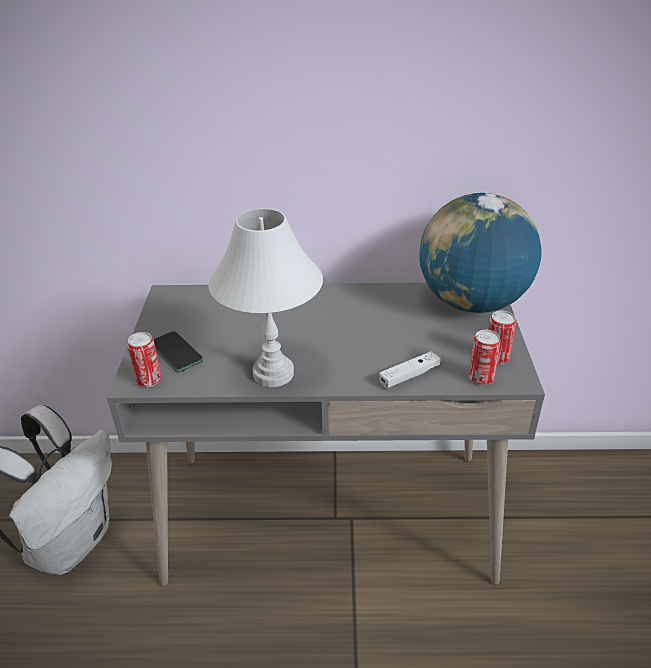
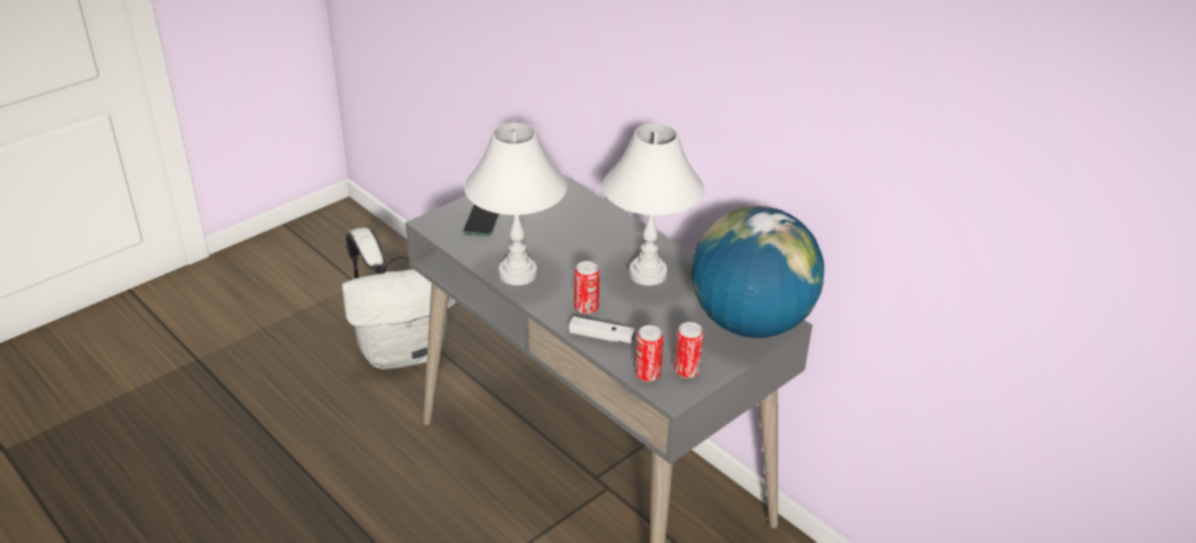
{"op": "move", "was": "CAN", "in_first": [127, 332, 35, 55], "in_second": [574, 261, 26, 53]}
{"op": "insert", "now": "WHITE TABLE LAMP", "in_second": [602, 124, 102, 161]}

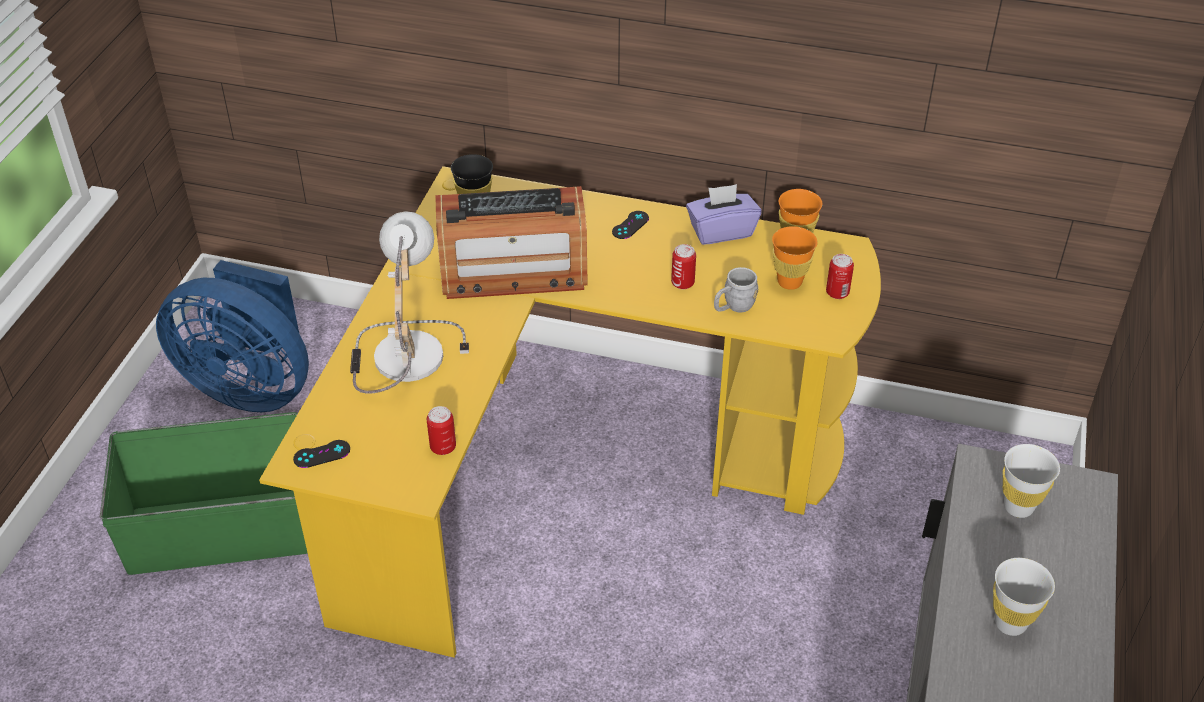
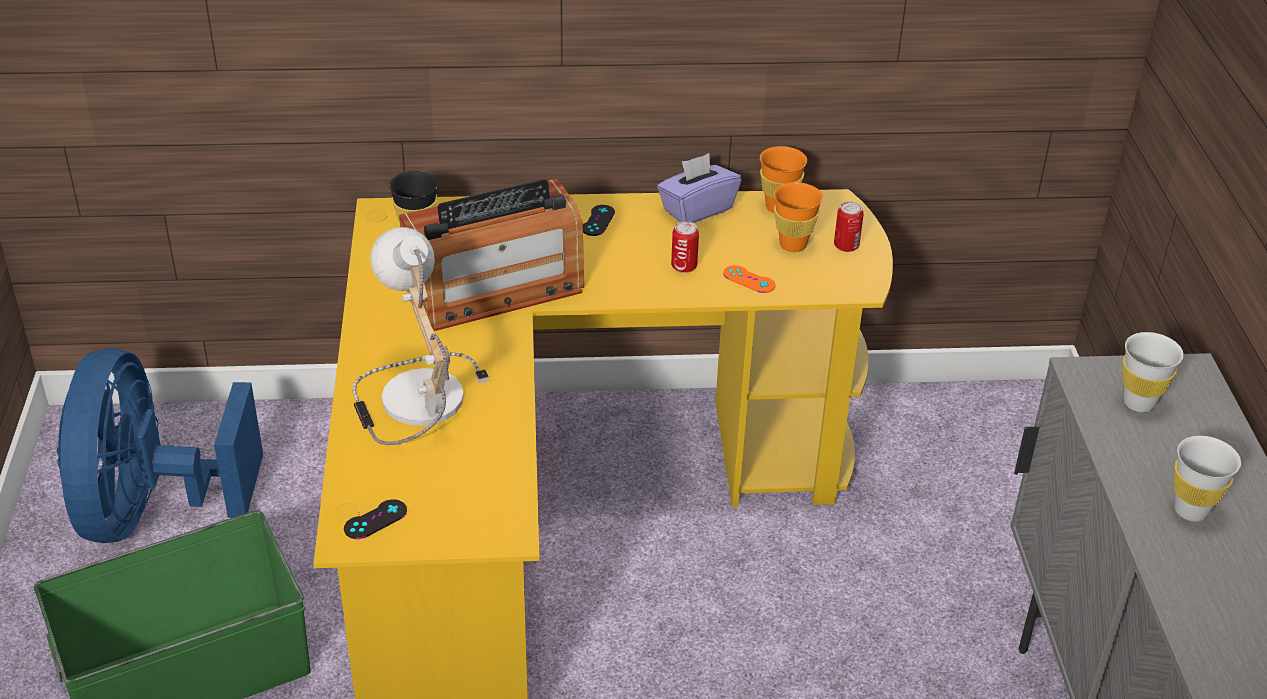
{"op": "rotate", "was": "BLUE FAN", "in_first": [156, 260, 153, 152], "in_second": [57, 348, 206, 195], "clockwise": 90}
{"op": "replace", "was": "GREY MUG", "now": "ORANGE GAME CONTROLLER", "in_first": [714, 267, 44, 45], "in_second": [723, 265, 52, 28]}
{"op": "delete", "was": "CAN", "in_first": [427, 406, 29, 49]}

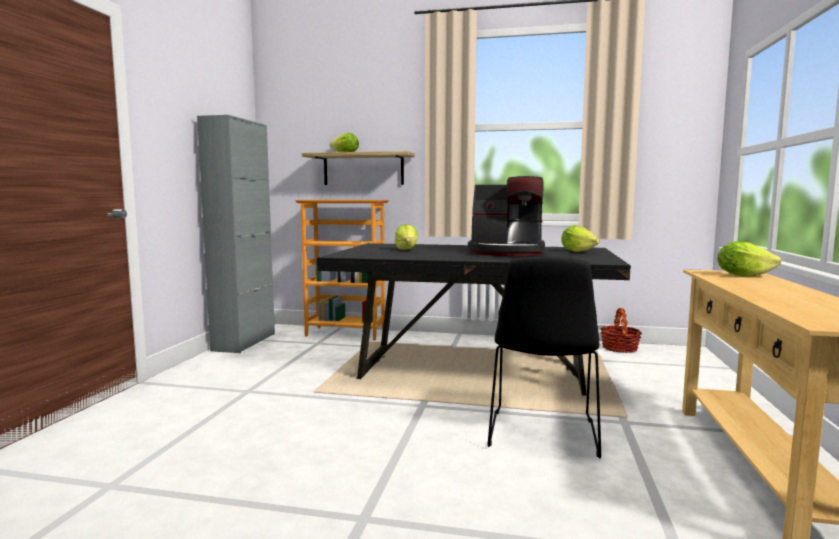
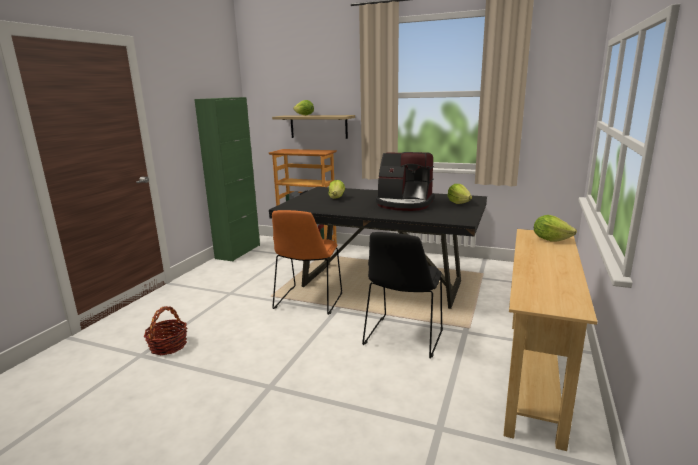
{"op": "recolor", "was": "GREY CABINET", "now": "GREEN CABINET", "in_first": [197, 115, 78, 238], "in_second": [194, 97, 66, 164]}
{"op": "move", "was": "BASKET", "in_first": [600, 308, 42, 45], "in_second": [144, 306, 43, 49]}
{"op": "insert", "now": "ORANGE CHAIR", "in_second": [272, 210, 70, 105]}

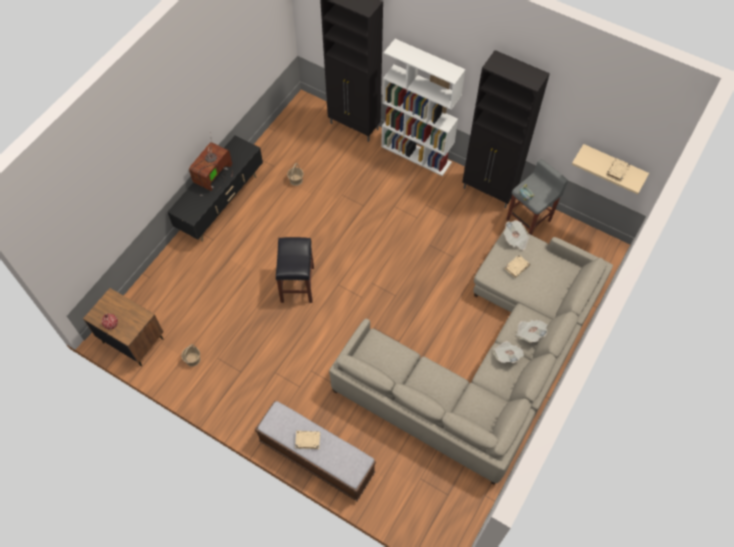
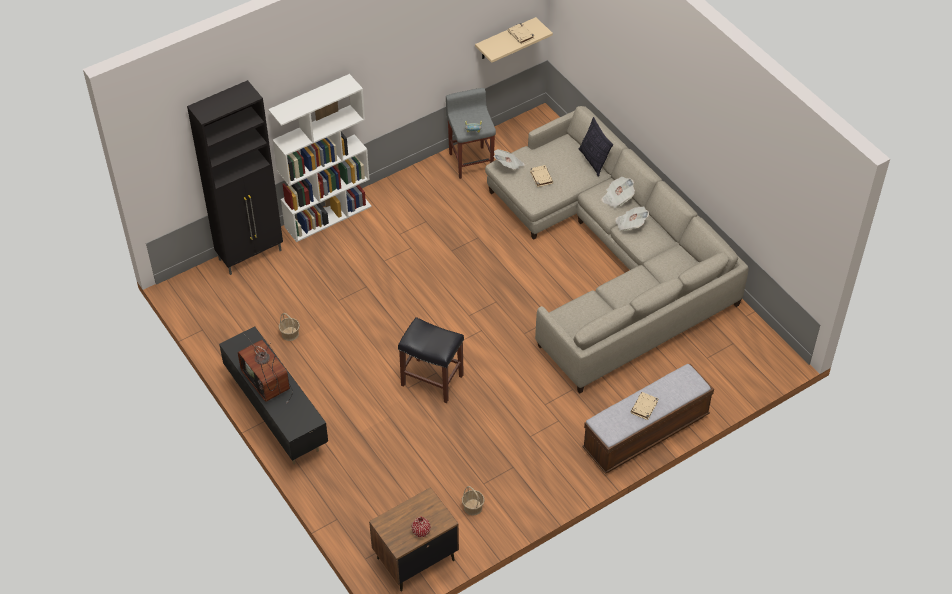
{"op": "delete", "was": "BLACK CABINET", "in_first": [462, 50, 88, 159]}
{"op": "insert", "now": "PILLOW", "in_second": [579, 117, 34, 60]}

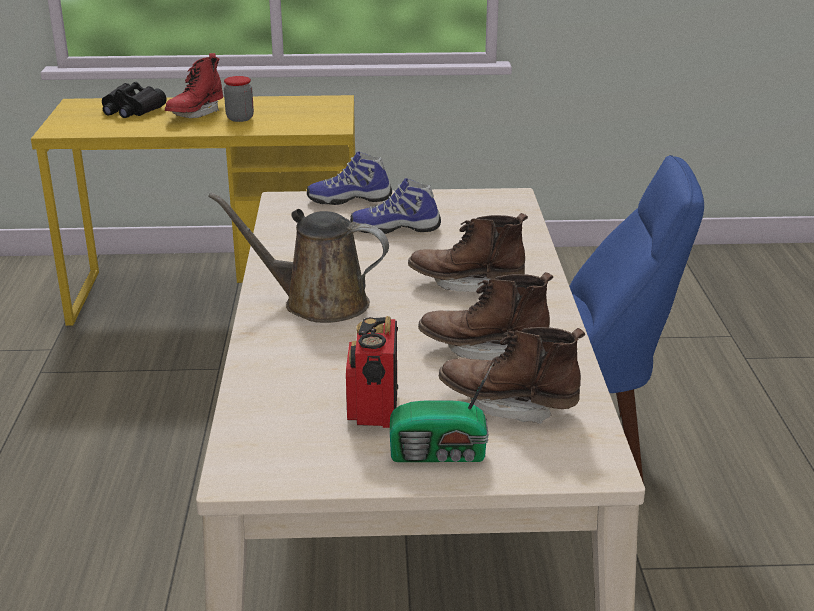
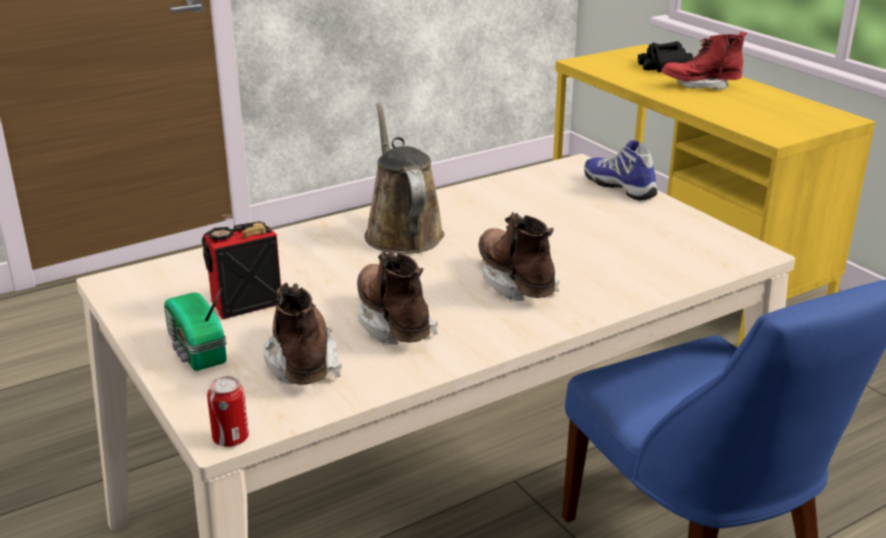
{"op": "delete", "was": "JAR", "in_first": [224, 76, 30, 46]}
{"op": "delete", "was": "SHOE", "in_first": [350, 178, 91, 56]}
{"op": "insert", "now": "CAN", "in_second": [207, 376, 42, 71]}

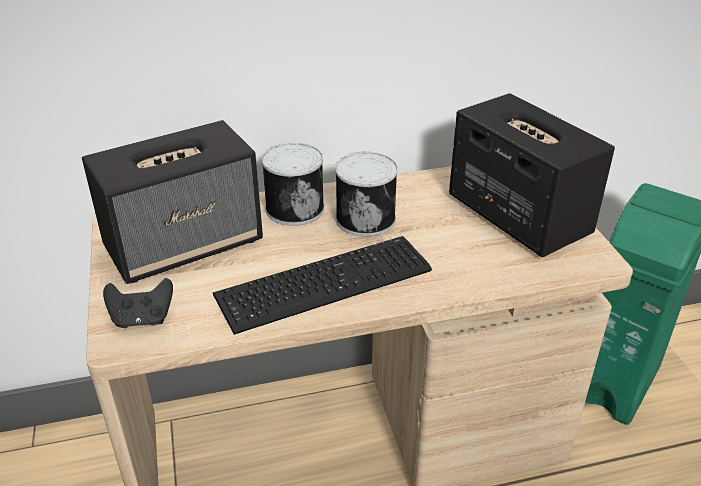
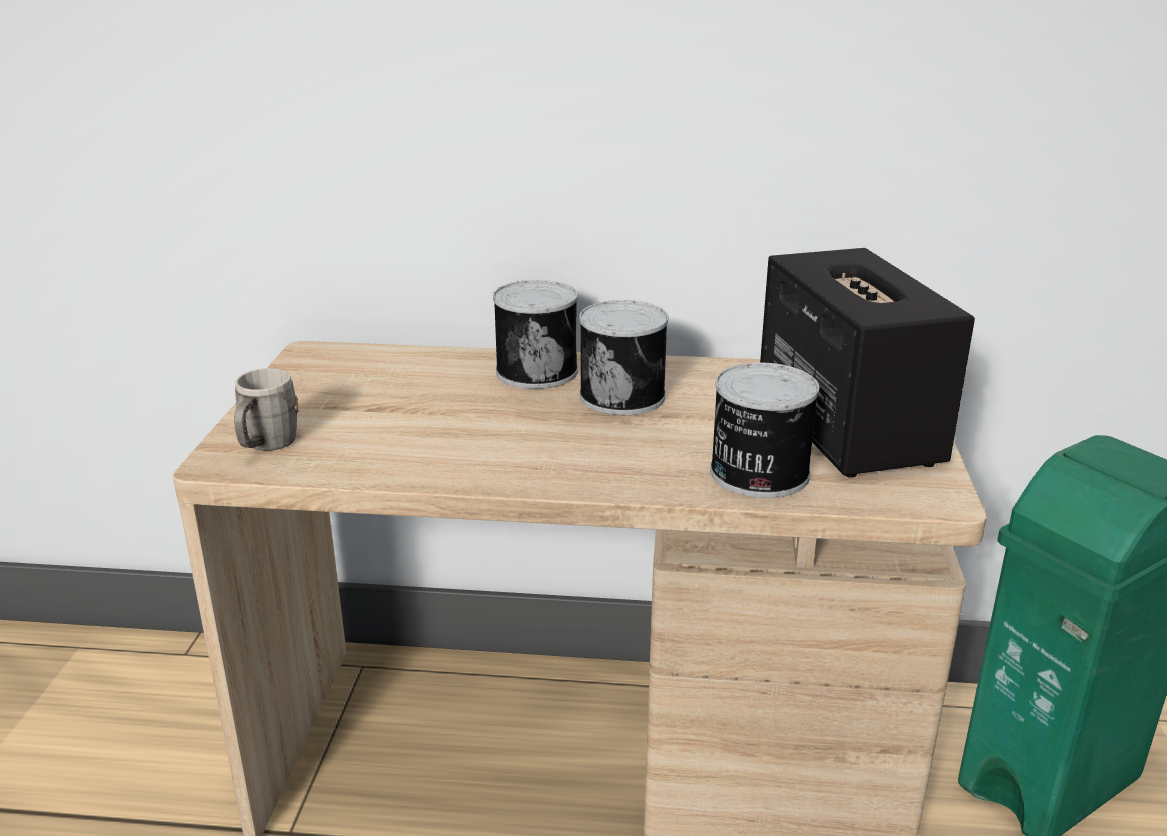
{"op": "delete", "was": "SPEAKER", "in_first": [82, 120, 181, 164]}
{"op": "delete", "was": "KEYBOARD", "in_first": [213, 236, 219, 99]}
{"op": "replace", "was": "BLACK GAME CONTROLLER", "now": "GREY MUG", "in_first": [103, 278, 70, 50], "in_second": [234, 368, 65, 83]}
{"op": "insert", "now": "CAN", "in_second": [710, 363, 109, 135]}

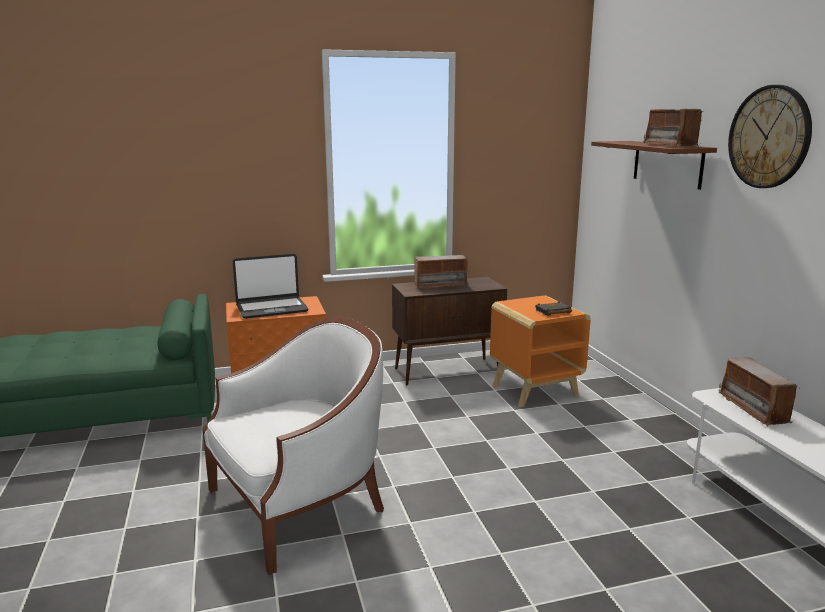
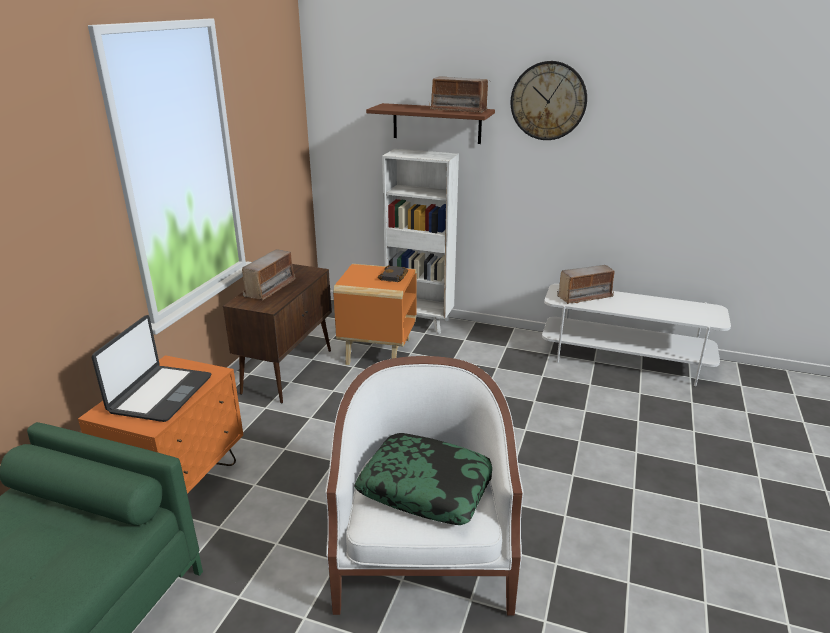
{"op": "rotate", "was": "RADIO", "in_first": [719, 357, 81, 69], "in_second": [557, 265, 58, 39], "clockwise": -45}
{"op": "insert", "now": "WHITE BOOKCASE", "in_second": [382, 149, 77, 185]}
{"op": "insert", "now": "PILLOW", "in_second": [354, 433, 138, 92]}

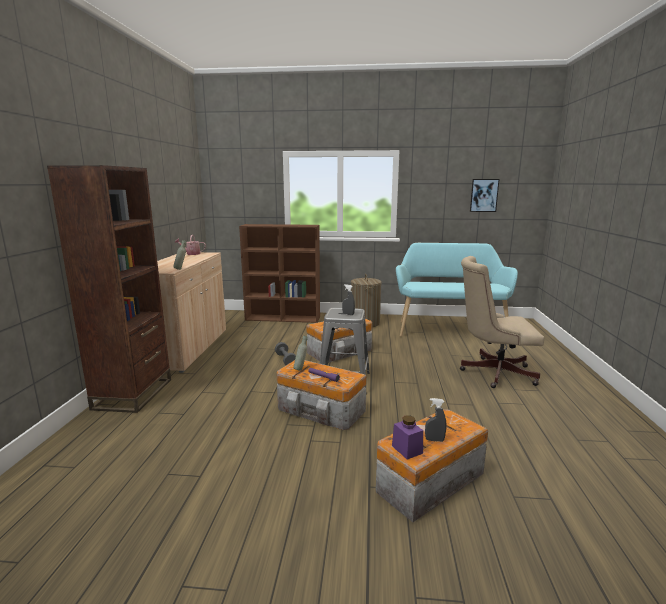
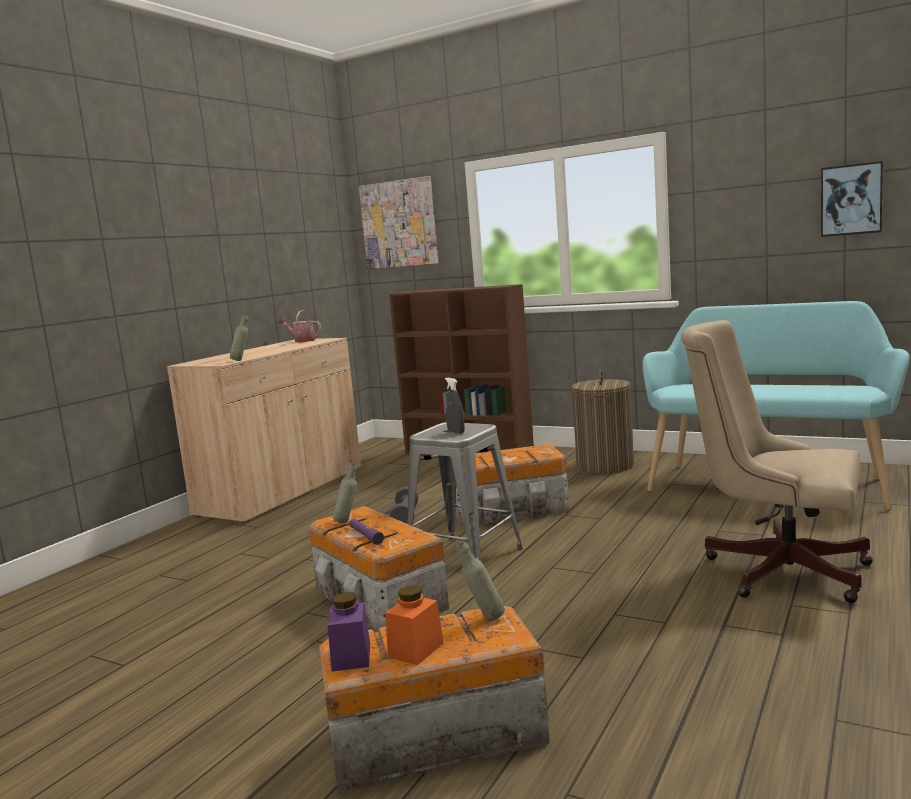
{"op": "delete", "was": "BROWN BOOKCASE", "in_first": [47, 165, 124, 248]}
{"op": "replace", "was": "GREY SPRAY BOTTLE", "now": "ORANGE JAR", "in_first": [425, 398, 21, 44], "in_second": [385, 586, 58, 79]}
{"op": "insert", "now": "PICTURE", "in_second": [359, 176, 80, 93]}
{"op": "insert", "now": "GREY BOTTLE", "in_second": [456, 542, 49, 79]}

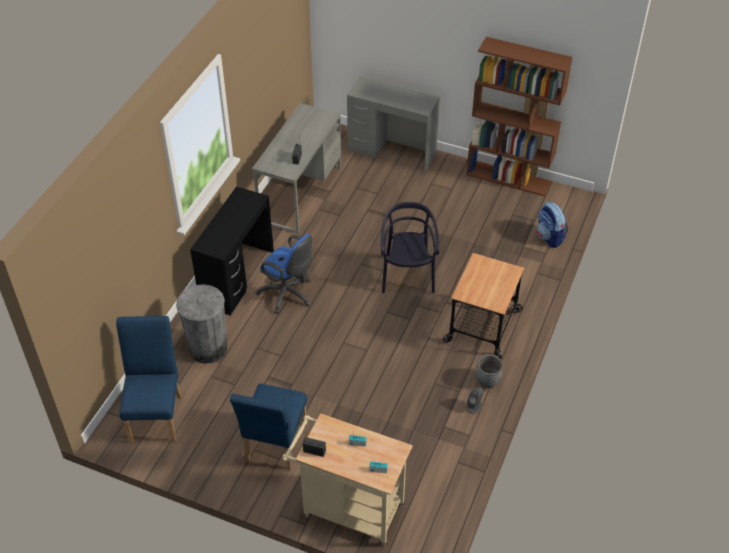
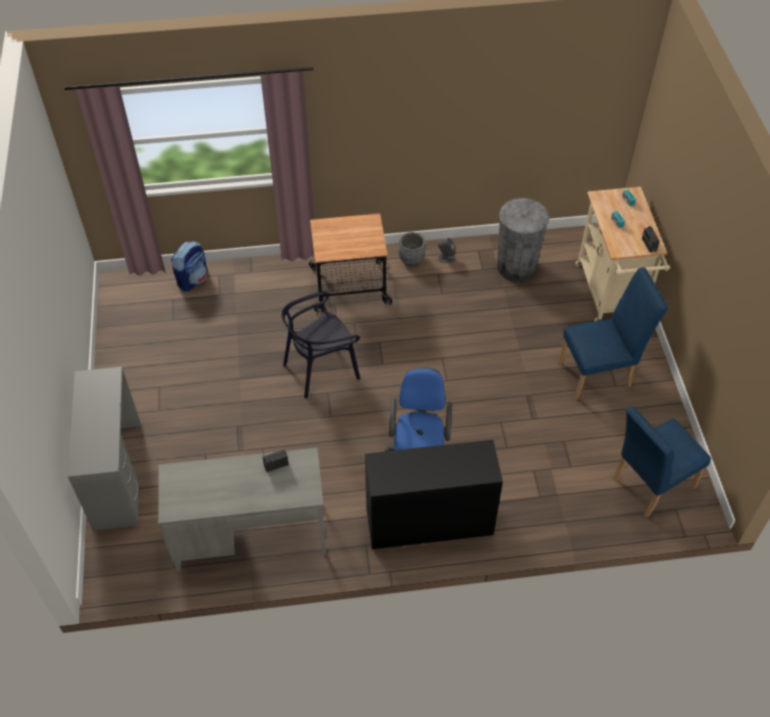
{"op": "delete", "was": "BROWN BOOKCASE", "in_first": [466, 37, 107, 159]}
{"op": "move", "was": "GREY TRASH CAN", "in_first": [176, 284, 51, 80], "in_second": [497, 198, 52, 84]}

